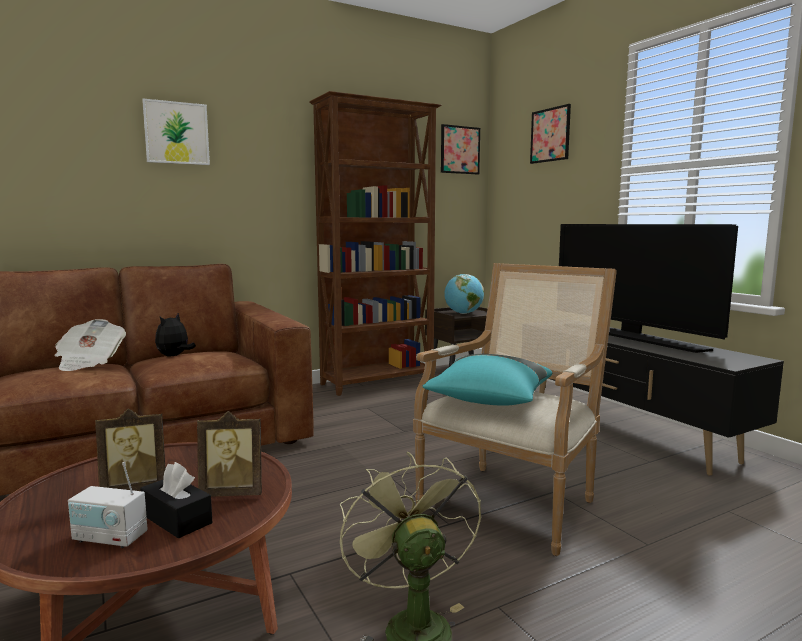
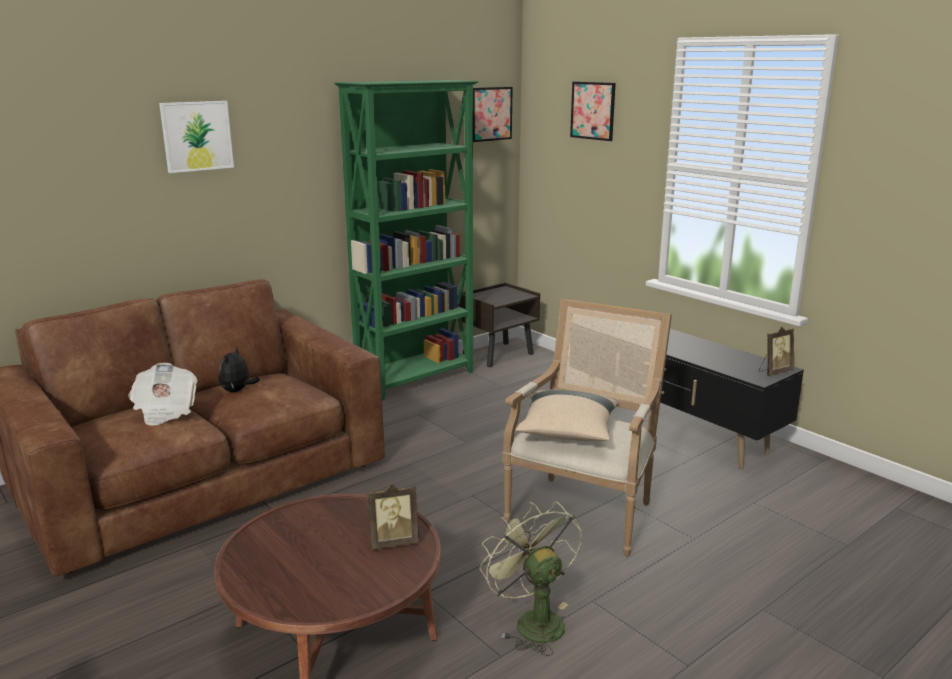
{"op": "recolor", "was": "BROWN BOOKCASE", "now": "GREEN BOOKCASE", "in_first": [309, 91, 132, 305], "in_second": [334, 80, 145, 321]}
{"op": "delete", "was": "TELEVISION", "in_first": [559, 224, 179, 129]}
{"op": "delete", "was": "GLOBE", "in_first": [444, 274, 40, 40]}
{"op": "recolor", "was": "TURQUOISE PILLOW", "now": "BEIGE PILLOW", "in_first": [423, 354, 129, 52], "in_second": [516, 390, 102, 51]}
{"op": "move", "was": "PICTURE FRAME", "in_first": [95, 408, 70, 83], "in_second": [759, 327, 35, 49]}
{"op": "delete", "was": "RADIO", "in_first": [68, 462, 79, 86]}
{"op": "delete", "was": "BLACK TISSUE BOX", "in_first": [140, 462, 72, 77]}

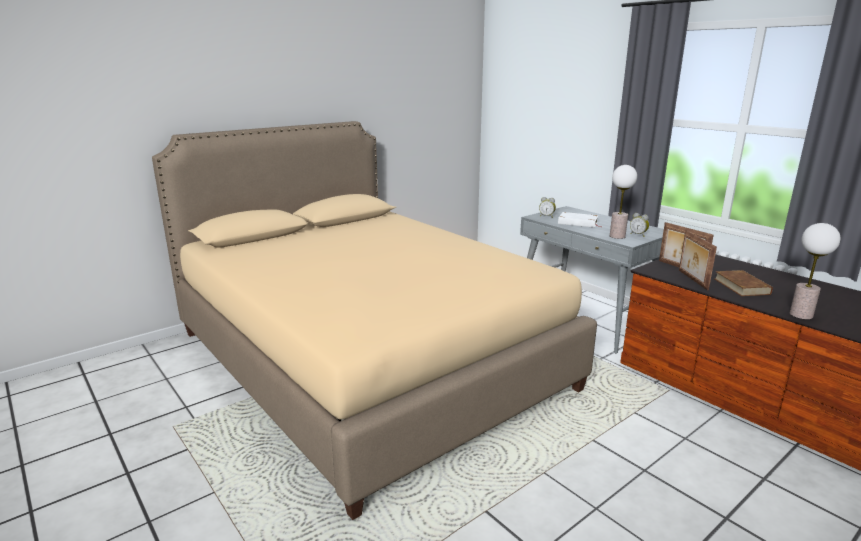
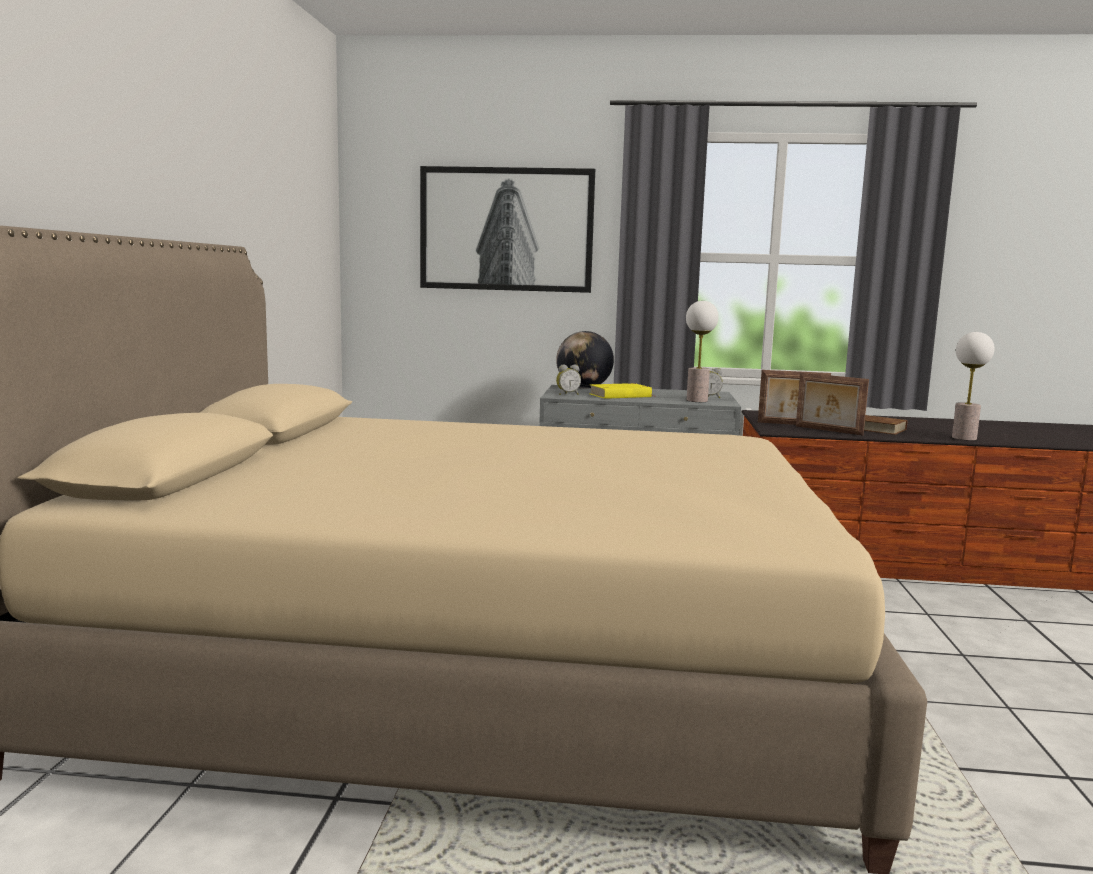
{"op": "recolor", "was": "WHITE BOOK", "now": "YELLOW BOOK", "in_first": [558, 212, 43, 16], "in_second": [589, 383, 63, 16]}
{"op": "insert", "now": "PICTURE", "in_second": [420, 166, 175, 127]}
{"op": "insert", "now": "GLOBE", "in_second": [556, 331, 58, 58]}

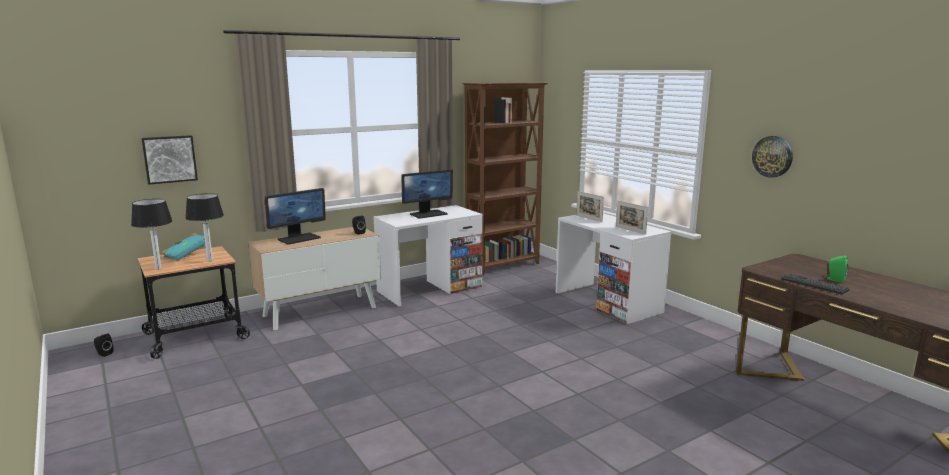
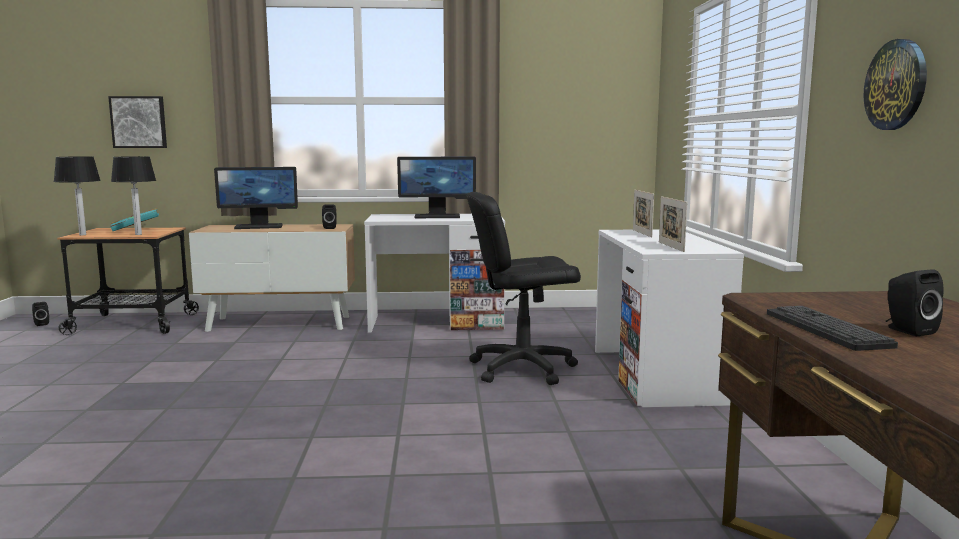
{"op": "delete", "was": "BROWN BOOKCASE", "in_first": [462, 82, 86, 194]}
{"op": "recolor", "was": "GREEN SPEAKER", "now": "BLACK SPEAKER", "in_first": [825, 256, 23, 27], "in_second": [886, 269, 58, 67]}
{"op": "insert", "now": "BLACK OFFICE CHAIR", "in_second": [467, 192, 114, 193]}

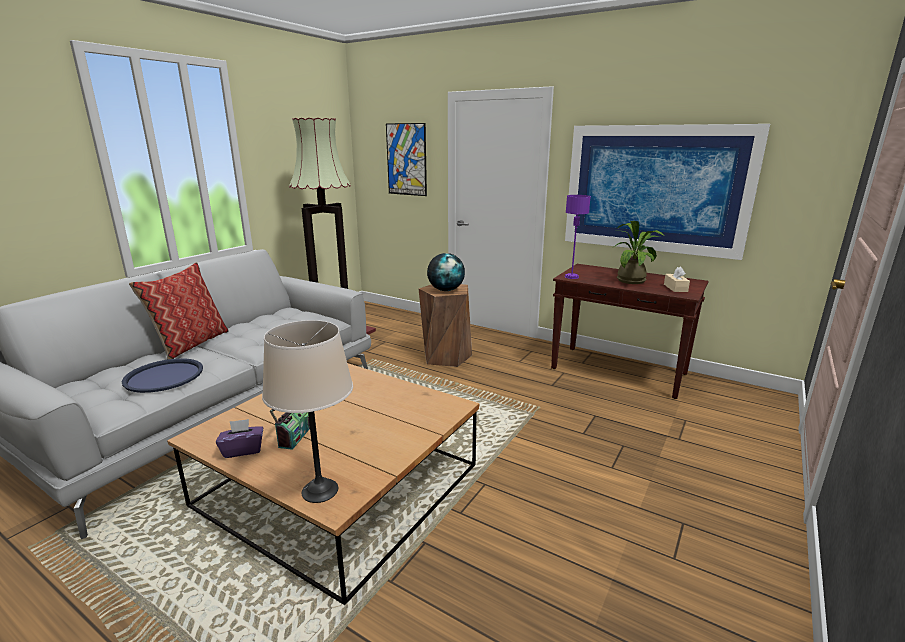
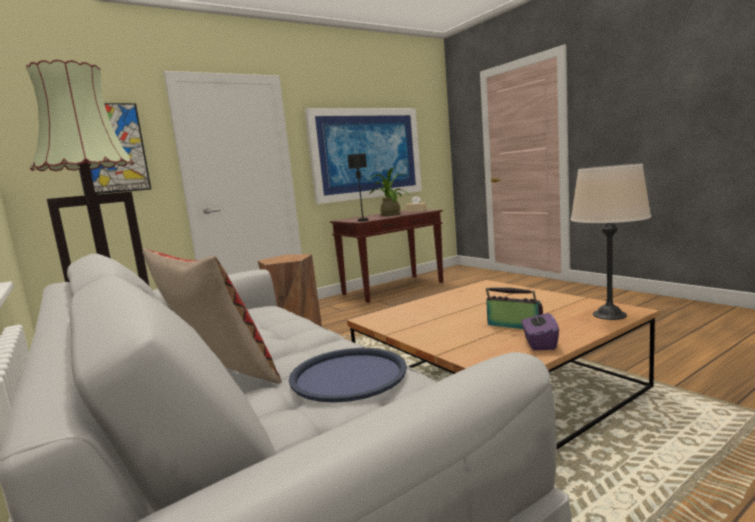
{"op": "recolor", "was": "PURPLE TABLE LAMP", "now": "BLACK TABLE LAMP", "in_first": [565, 195, 26, 84], "in_second": [347, 154, 21, 68]}
{"op": "delete", "was": "GLOBE", "in_first": [427, 253, 38, 38]}

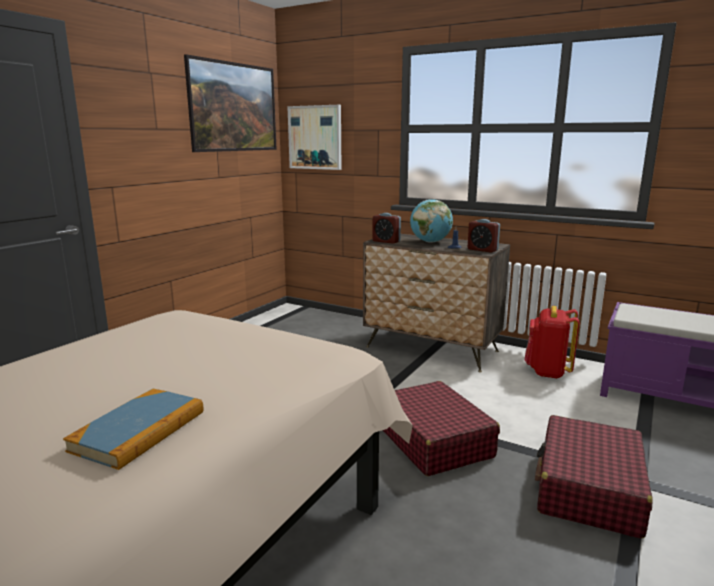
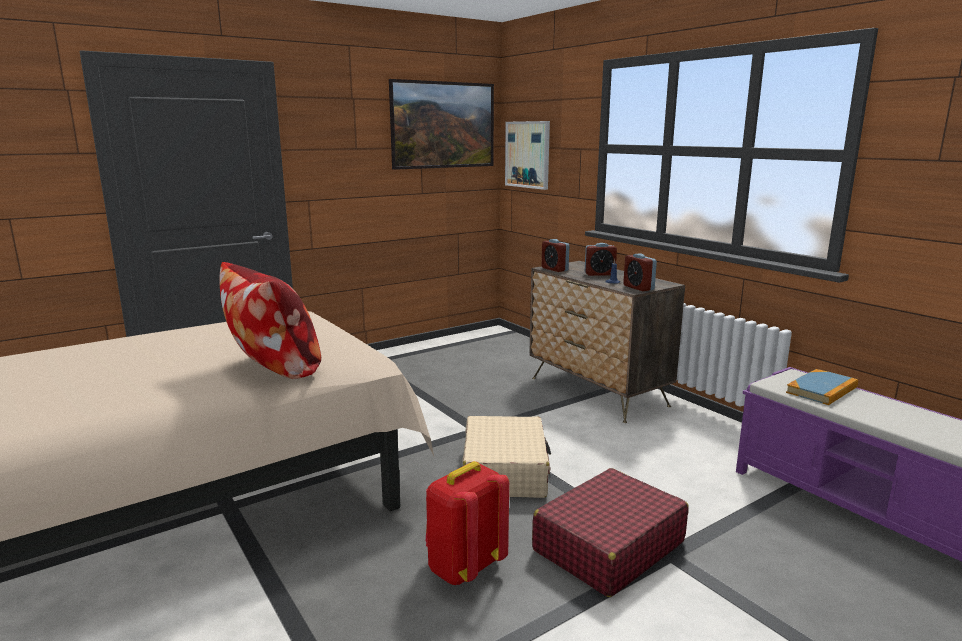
{"op": "replace", "was": "GLOBE", "now": "ALARM CLOCK", "in_first": [410, 199, 43, 44], "in_second": [585, 243, 32, 33]}
{"op": "move", "was": "RED BACKPACK", "in_first": [525, 306, 54, 73], "in_second": [426, 461, 83, 124]}
{"op": "recolor", "was": "RED SUITCASE", "now": "BEIGE SUITCASE", "in_first": [383, 381, 117, 95], "in_second": [462, 416, 89, 82]}
{"op": "move", "was": "BOOK", "in_first": [63, 389, 140, 81], "in_second": [786, 369, 72, 36]}
{"op": "insert", "now": "PILLOW", "in_second": [220, 262, 101, 117]}

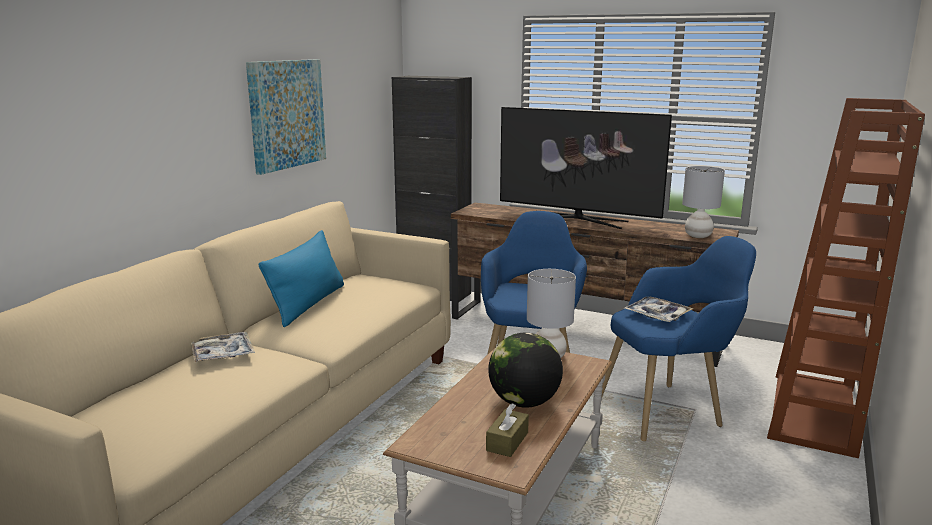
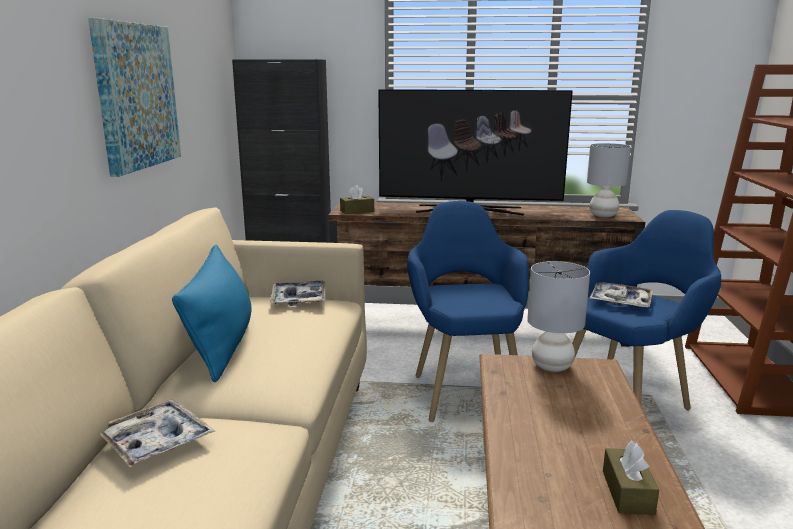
{"op": "delete", "was": "GLOBE", "in_first": [488, 332, 75, 76]}
{"op": "insert", "now": "BROWN TISSUE BOX", "in_second": [340, 185, 34, 29]}
{"op": "insert", "now": "TRAY", "in_second": [270, 280, 55, 26]}

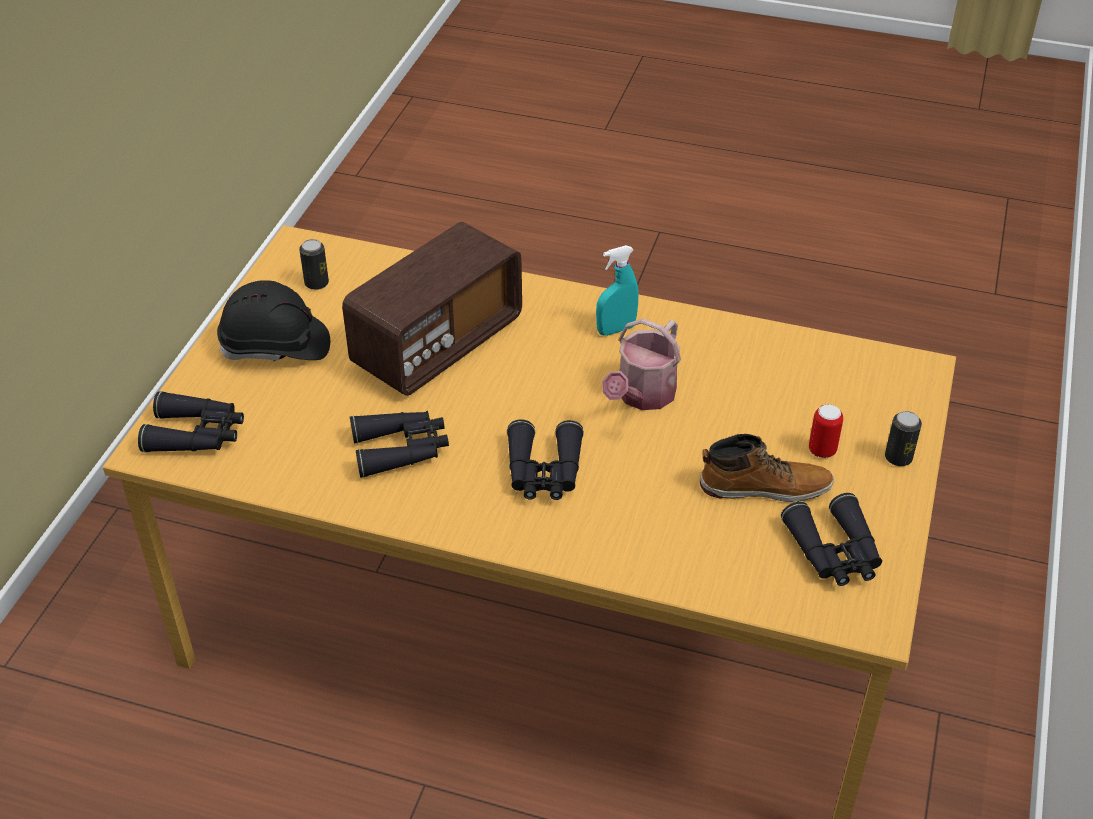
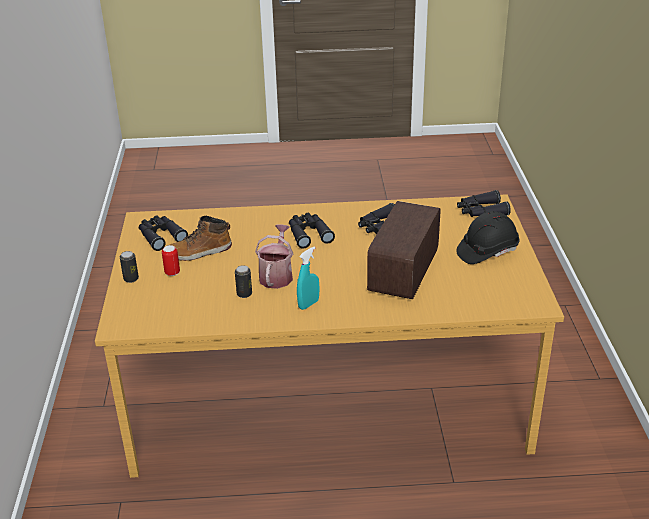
{"op": "move", "was": "CAN", "in_first": [299, 239, 30, 51], "in_second": [235, 265, 17, 33]}

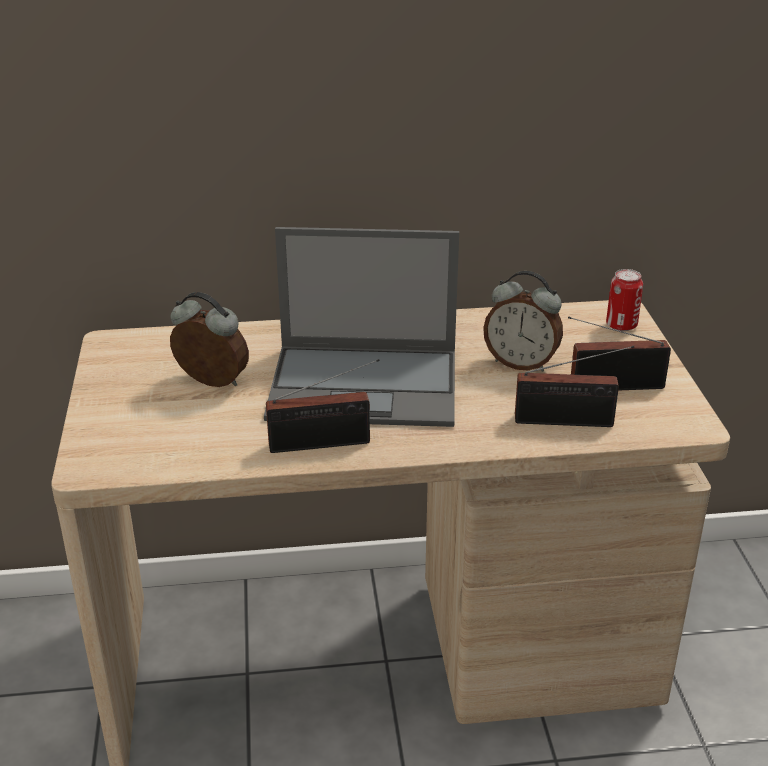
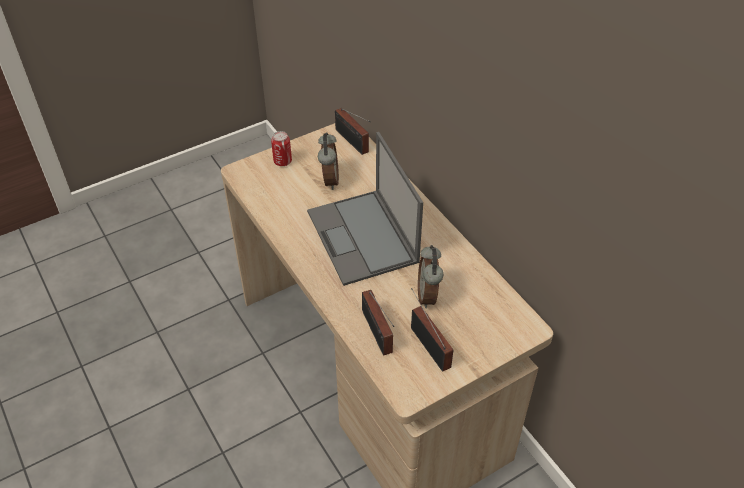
{"op": "move", "was": "CAN", "in_first": [606, 269, 37, 62], "in_second": [271, 131, 21, 35]}
{"op": "move", "was": "RADIO", "in_first": [266, 359, 114, 94], "in_second": [335, 108, 36, 47]}

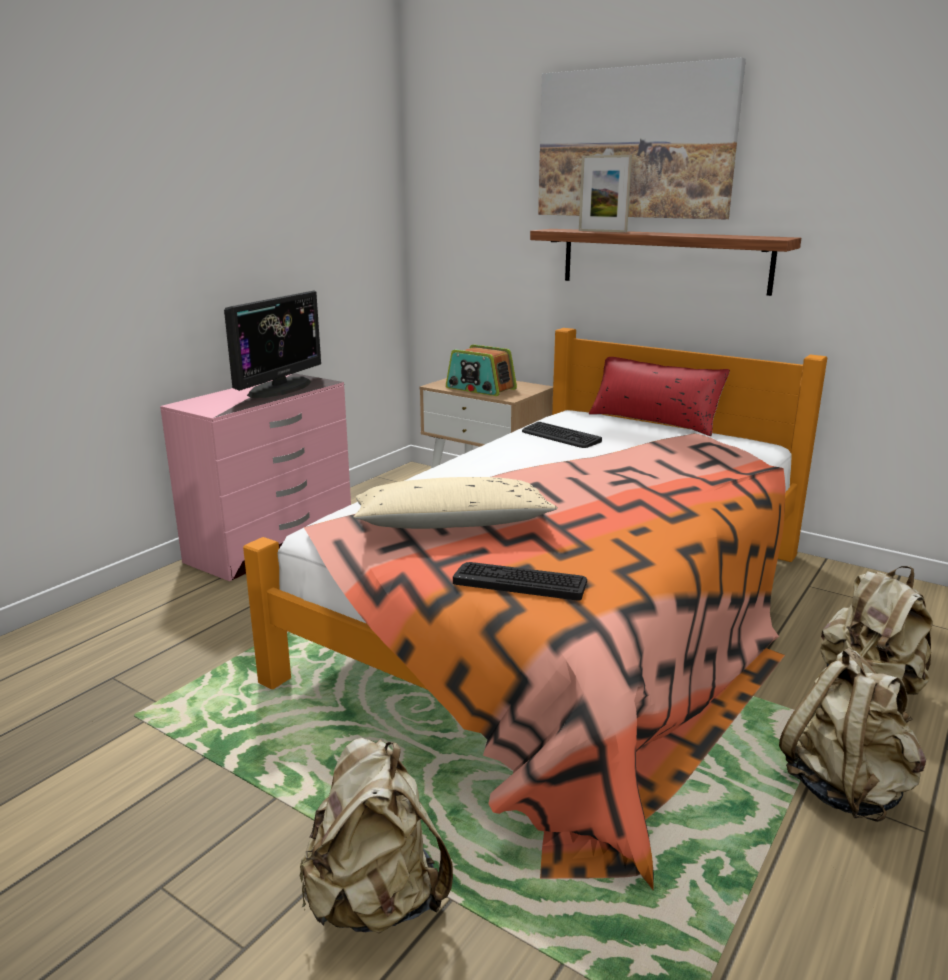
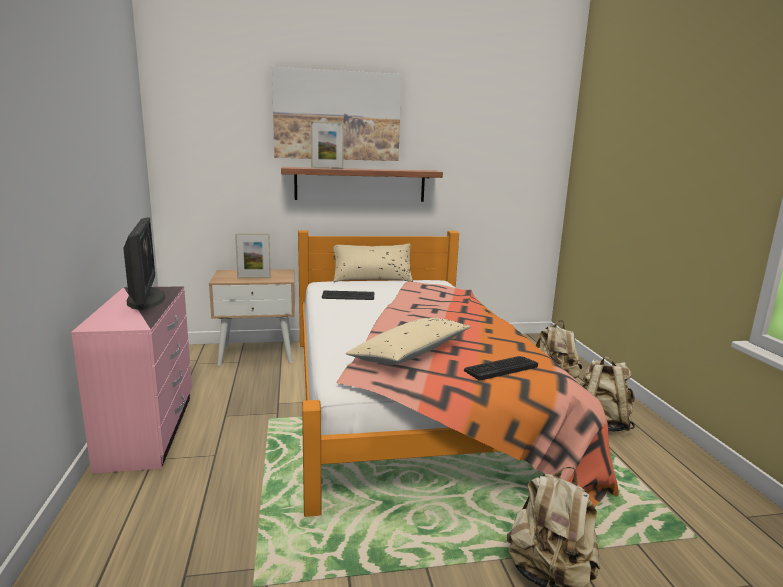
{"op": "replace", "was": "RADIO", "now": "PICTURE FRAME", "in_first": [446, 345, 71, 51], "in_second": [235, 233, 36, 45]}
{"op": "recolor", "was": "RED PILLOW", "now": "BEIGE PILLOW", "in_first": [589, 357, 141, 79], "in_second": [333, 244, 80, 38]}

